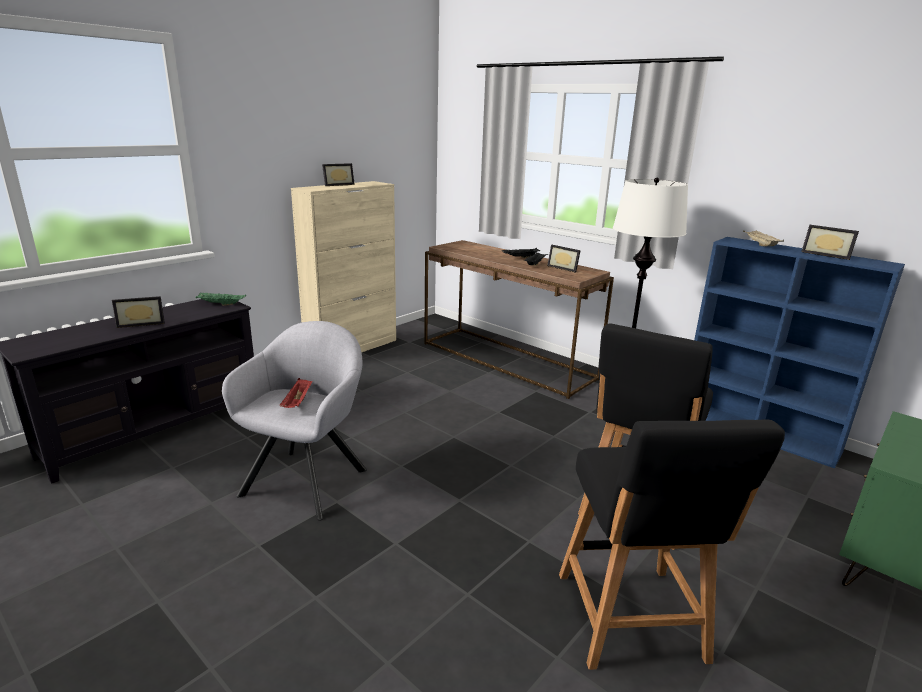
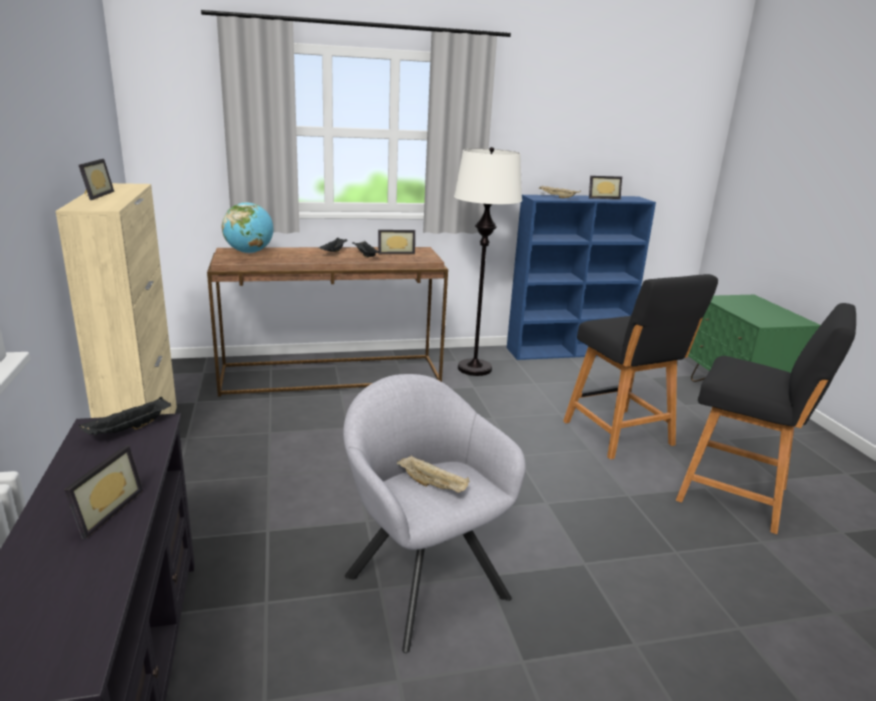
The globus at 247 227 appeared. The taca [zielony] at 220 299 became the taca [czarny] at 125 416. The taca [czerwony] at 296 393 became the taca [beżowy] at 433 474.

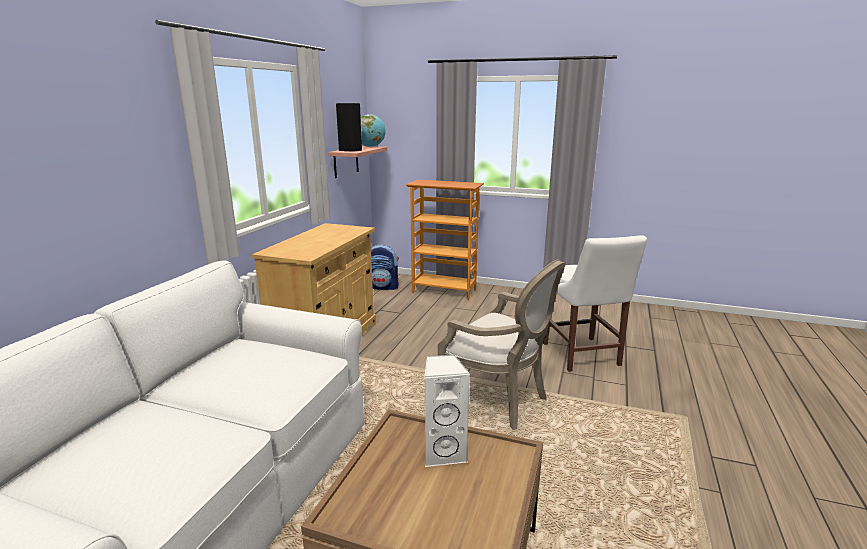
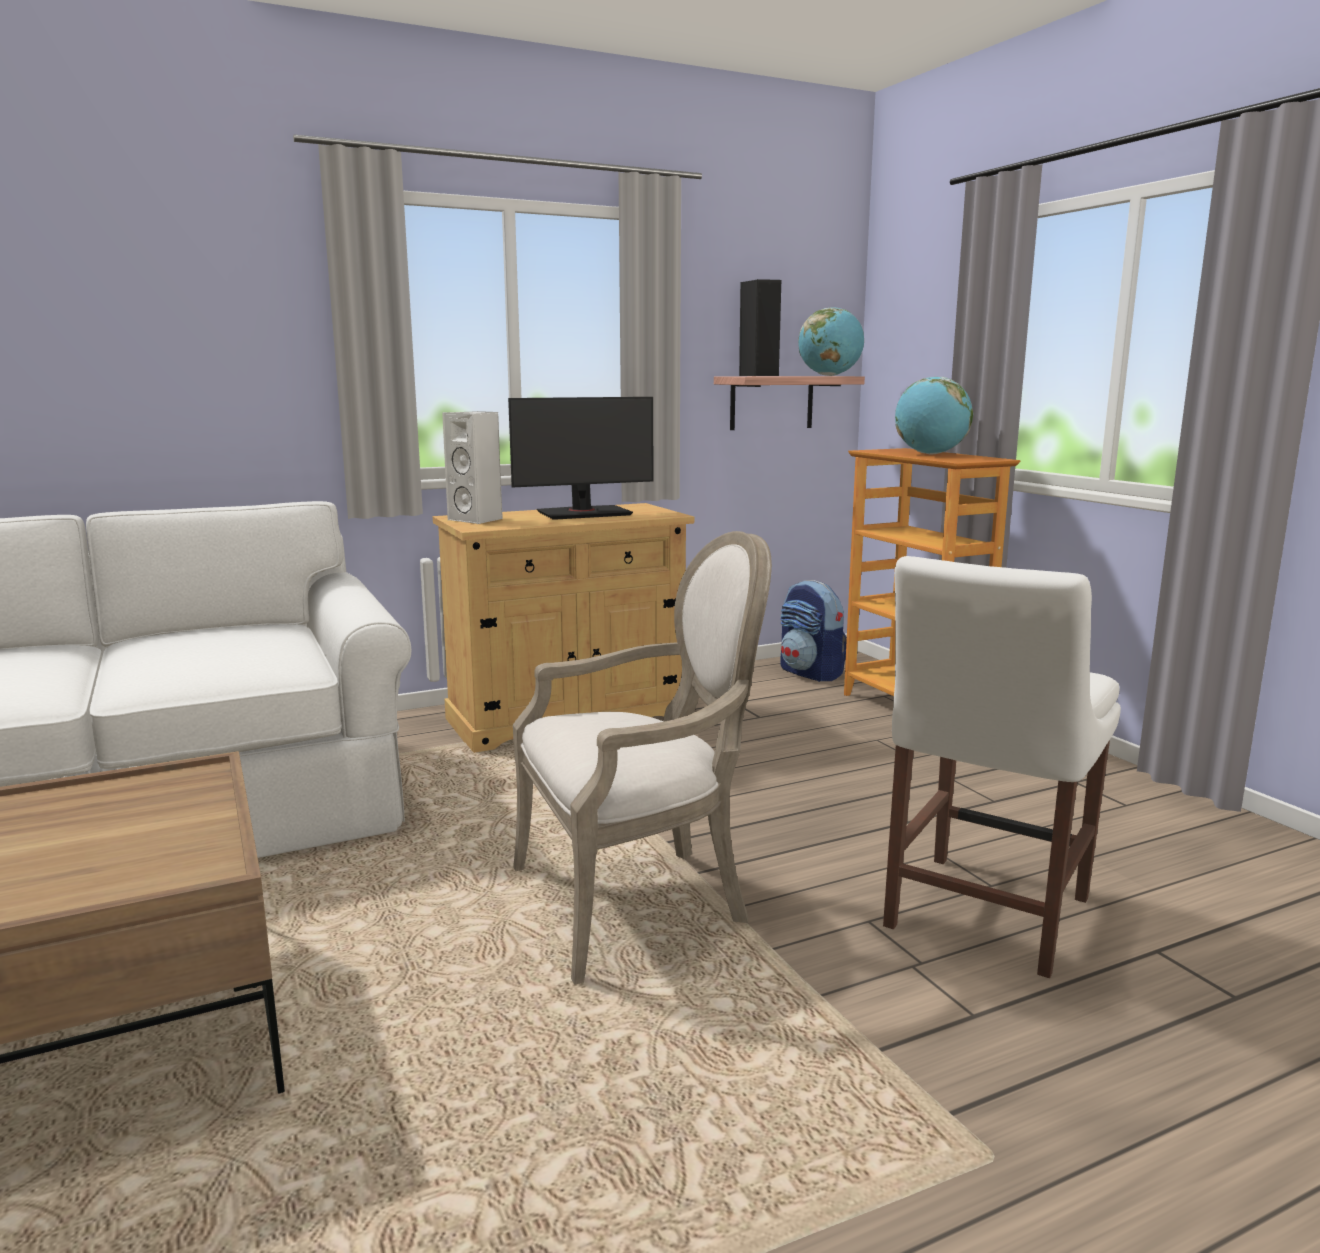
The monitor at 580 458 appeared. The globus at 934 415 appeared. The głośnik [biały] moved from 447 410 to 472 467. The fotel at 502 344 turned 105 degrees counterclockwise.

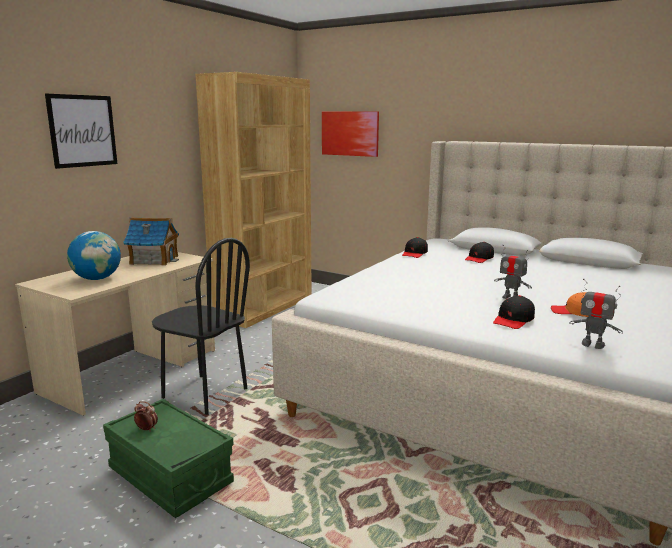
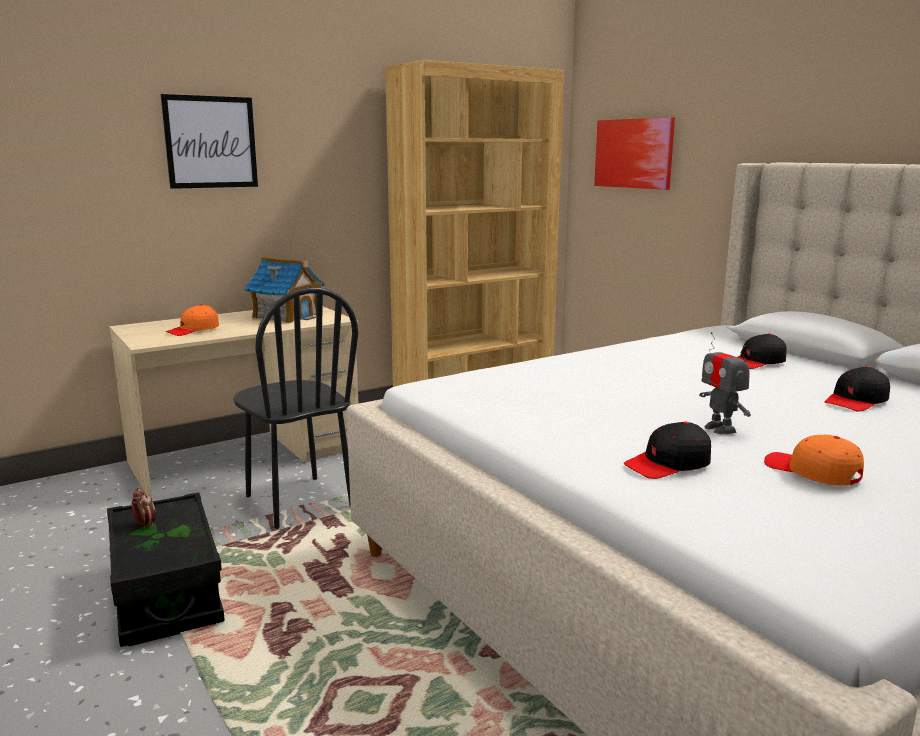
The robot zabawkowy at 596 314 disappeared. The czapka z daszkiem [czarny] moved from 415 247 to 857 389. The globus at 94 255 was replaced by the czapka z daszkiem [pomarańczowy] at 192 320. The pojemnik do przechowywania [zielony] at 168 458 became the pojemnik do przechowywania [czarny] at 166 570.

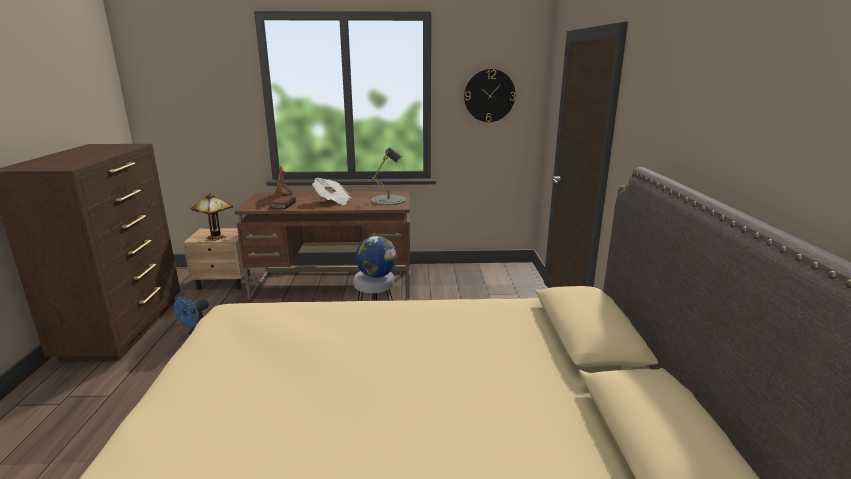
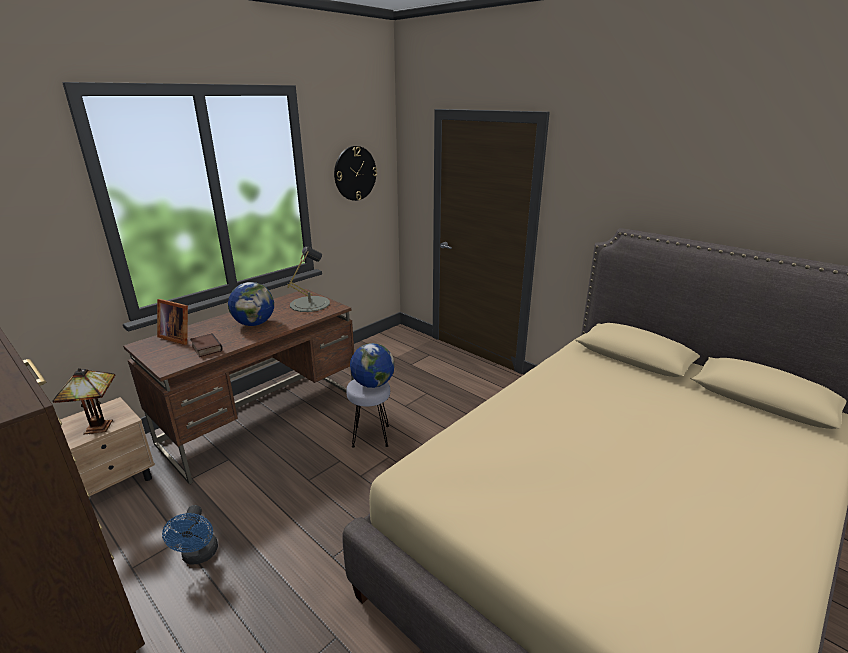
The gazeta at 331 191 was replaced by the globus at 251 304.

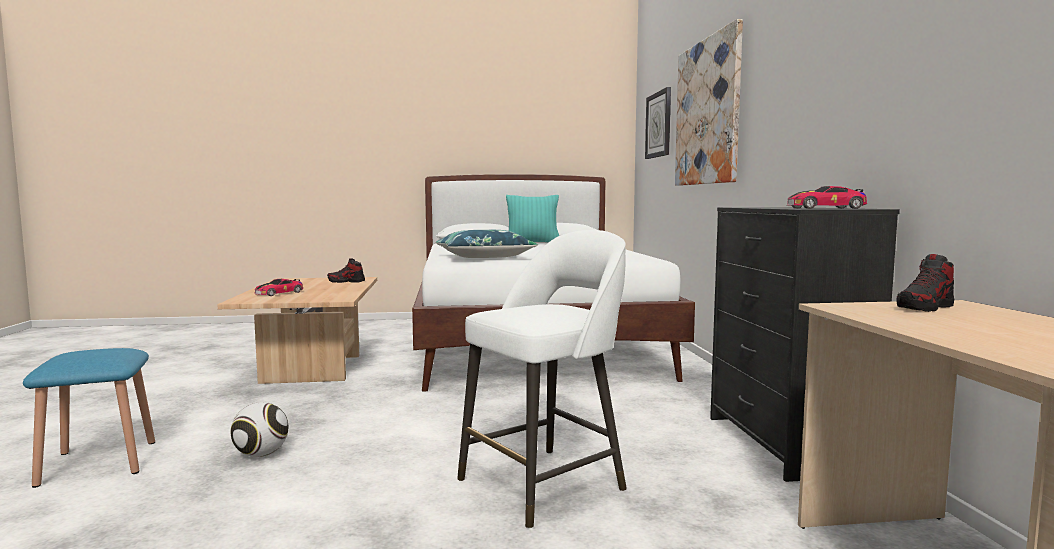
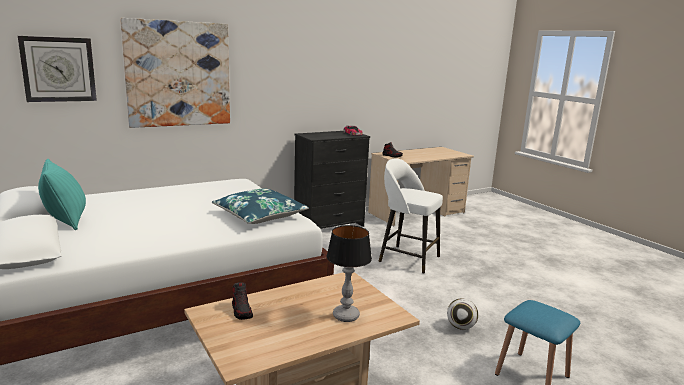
The samochodzik at 278 287 was replaced by the lampa stołowa at 349 273.

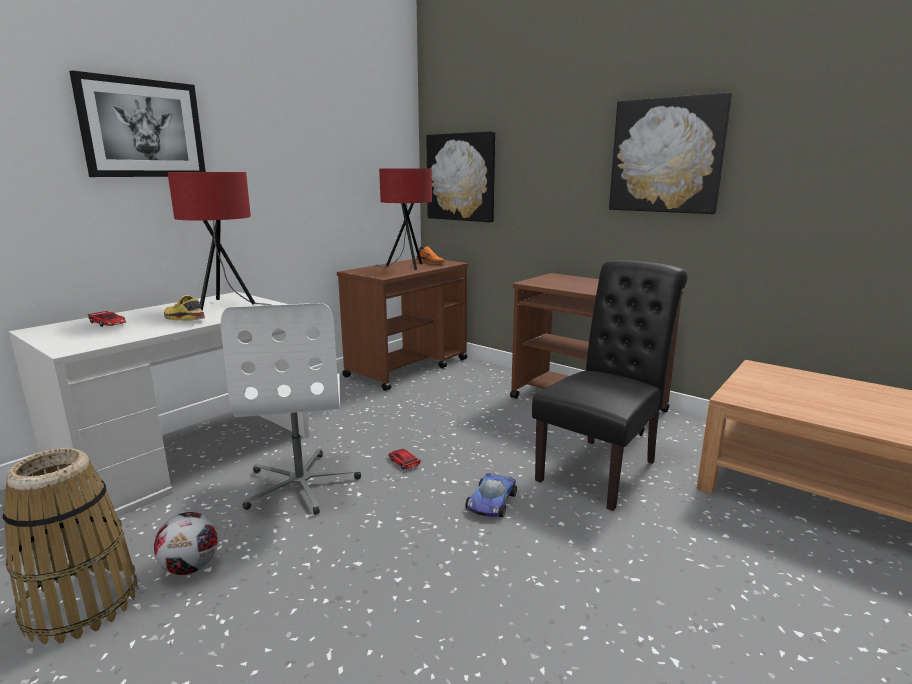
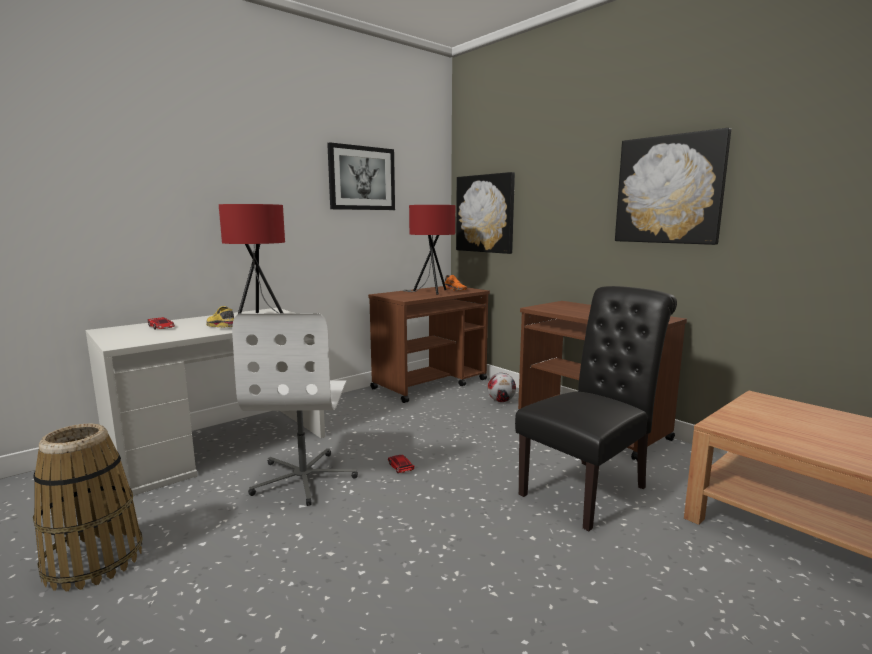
The samochodzik at 491 495 disappeared. The obraz moved from 137 123 to 361 176. The piłka futbolowa moved from 186 543 to 501 387.

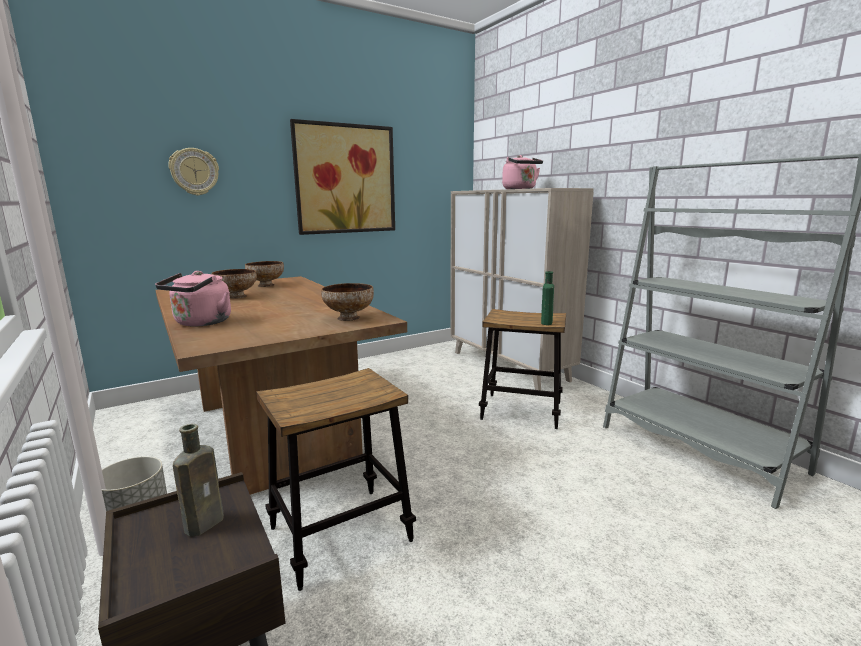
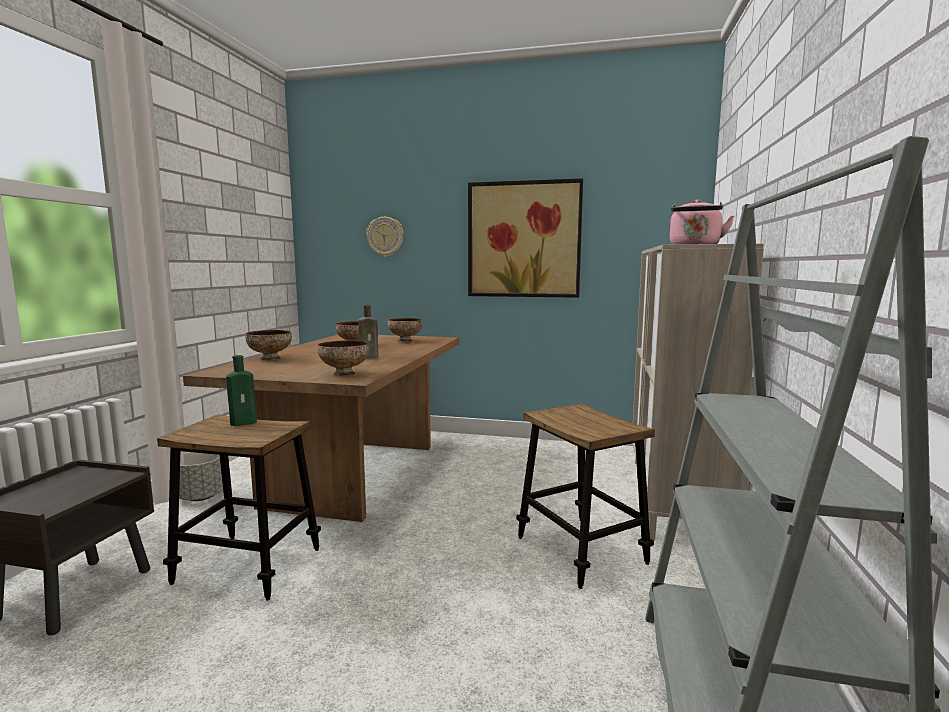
The butelka [brązowy] moved from 198 480 to 368 332. The butelka [zielony] moved from 547 298 to 241 390. The czajnik [różowy] at 193 298 was replaced by the miska at 268 345.

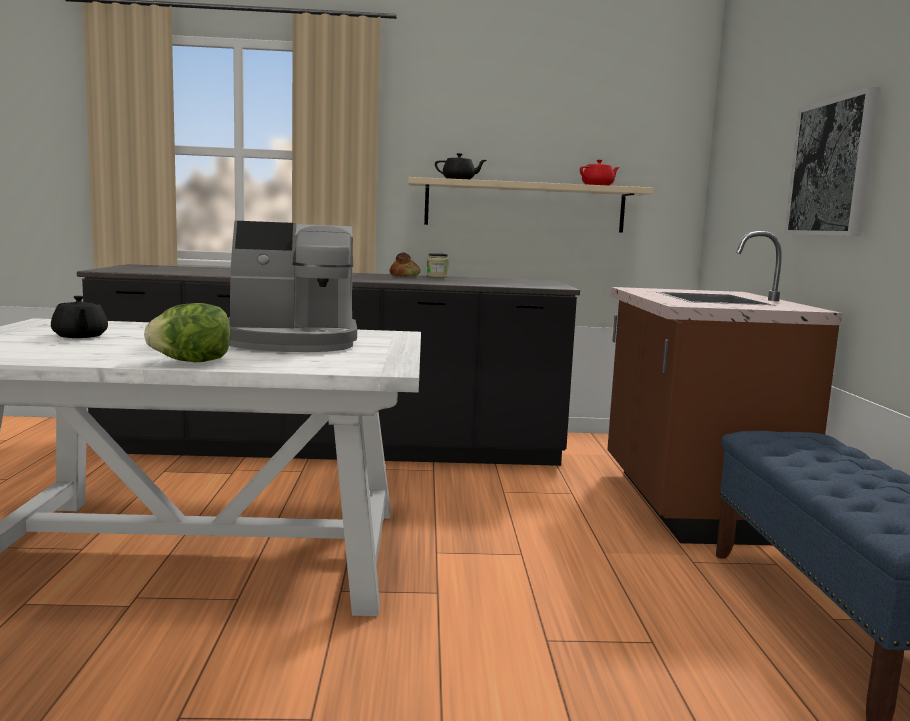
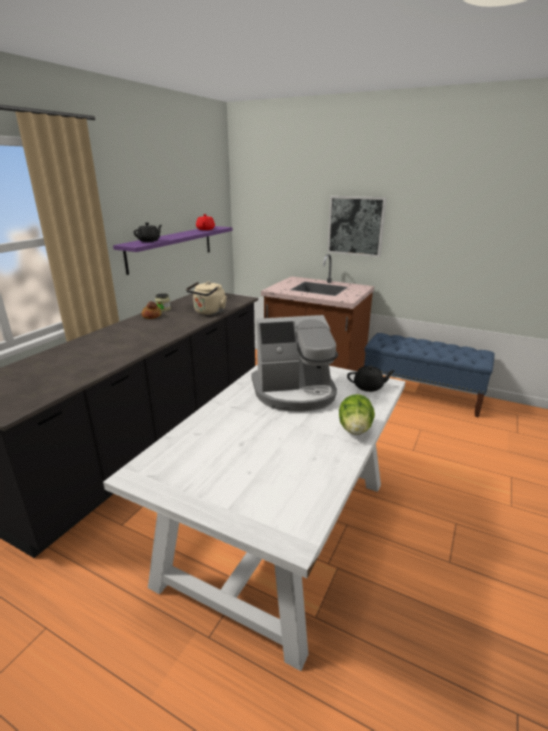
The czajnik [beżowy] at 206 298 appeared. The imbryk [czarny] moved from 79 317 to 371 378. The półka [beżowy] at 531 205 became the półka [fioletowy] at 173 250. The ekspres do kawy at 292 286 turned 60 degrees clockwise.

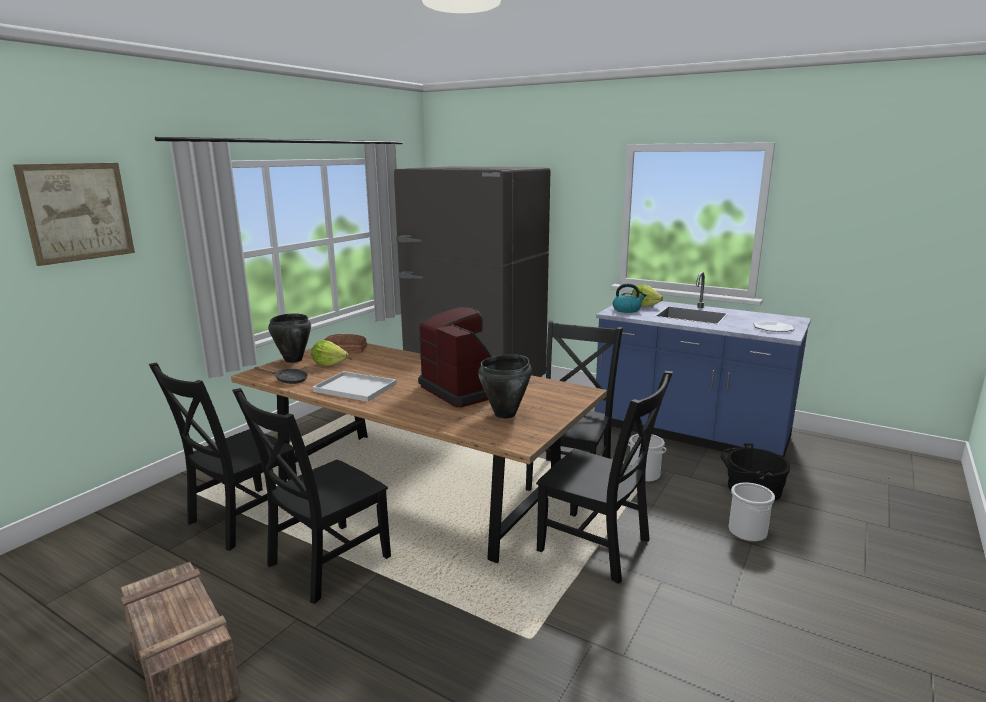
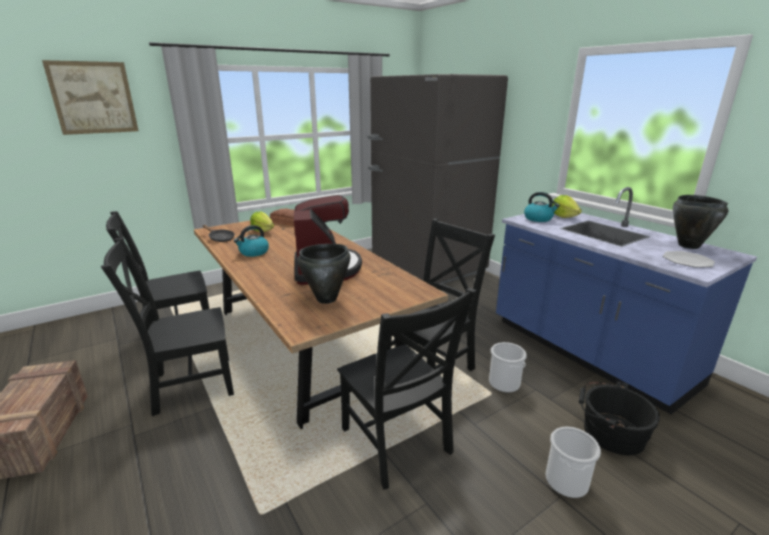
The garnek [czarny] moved from 289 338 to 700 222. The taca [biały] at 354 386 was replaced by the czajnik at 251 241.

